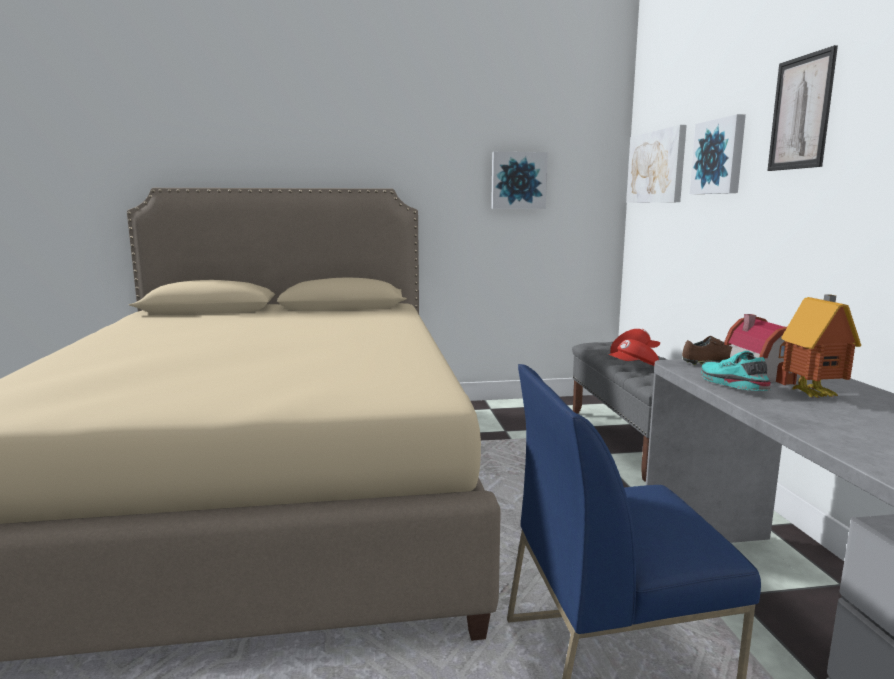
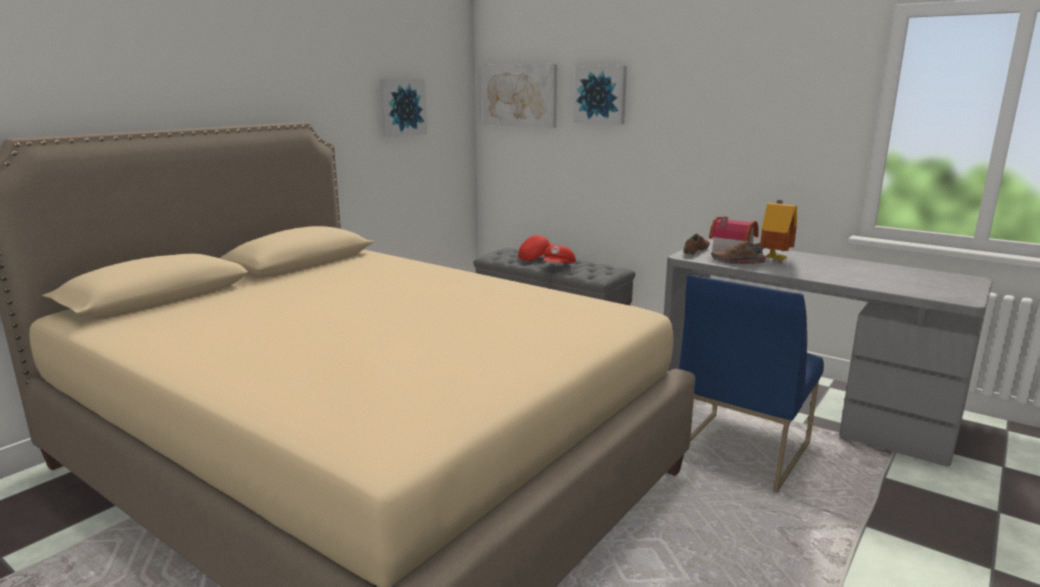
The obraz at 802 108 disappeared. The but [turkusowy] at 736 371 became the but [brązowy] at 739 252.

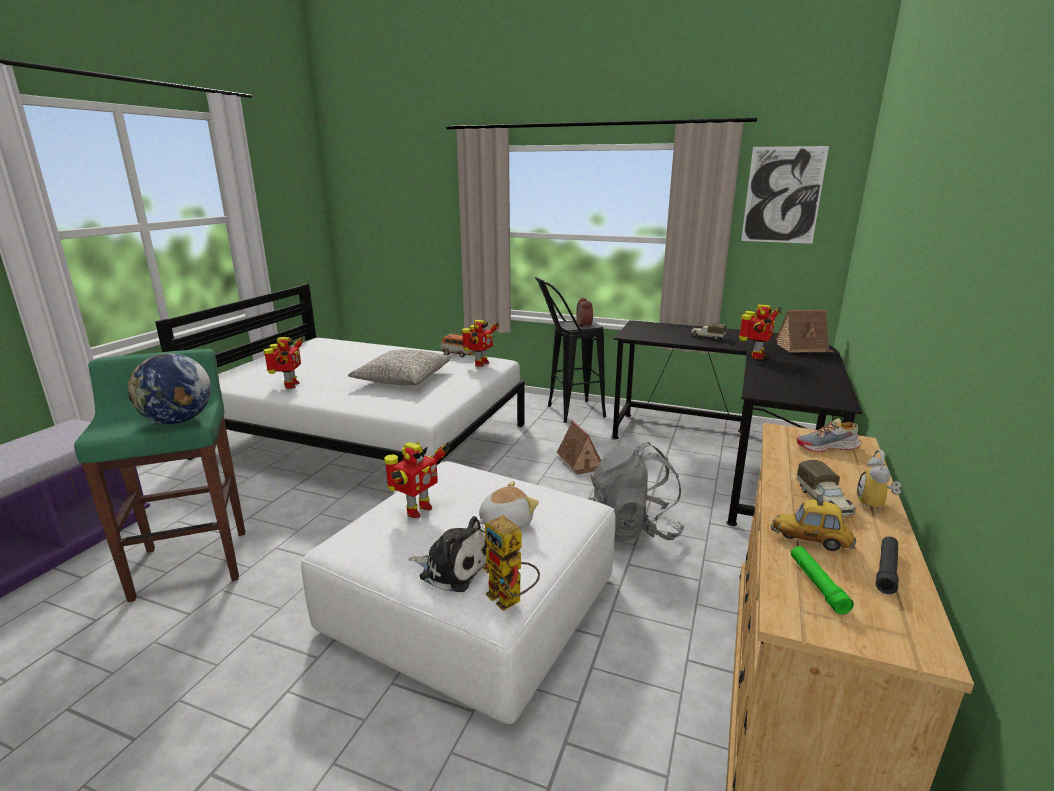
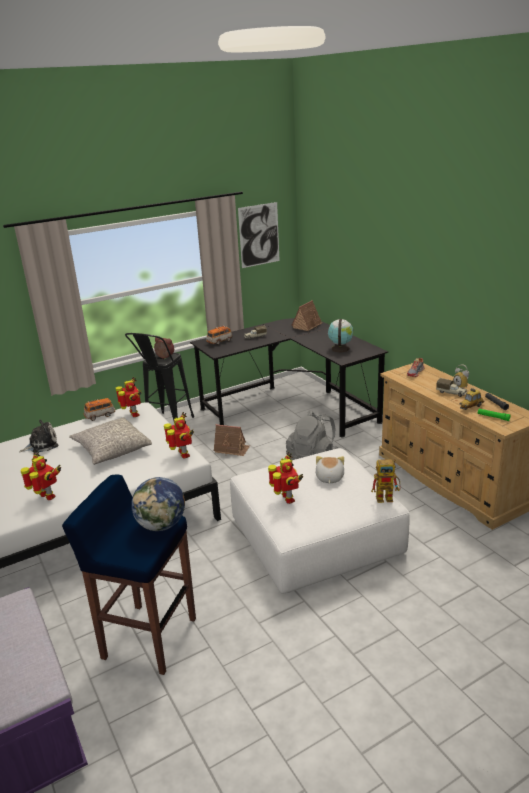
The samochodzik at 219 335 appeared. The globus at 340 336 appeared. The pluszak moved from 448 554 to 38 436. The robot zabawkowy moved from 760 332 to 179 435. The stołek [zielony] at 159 475 became the stołek [niebieski] at 129 574.

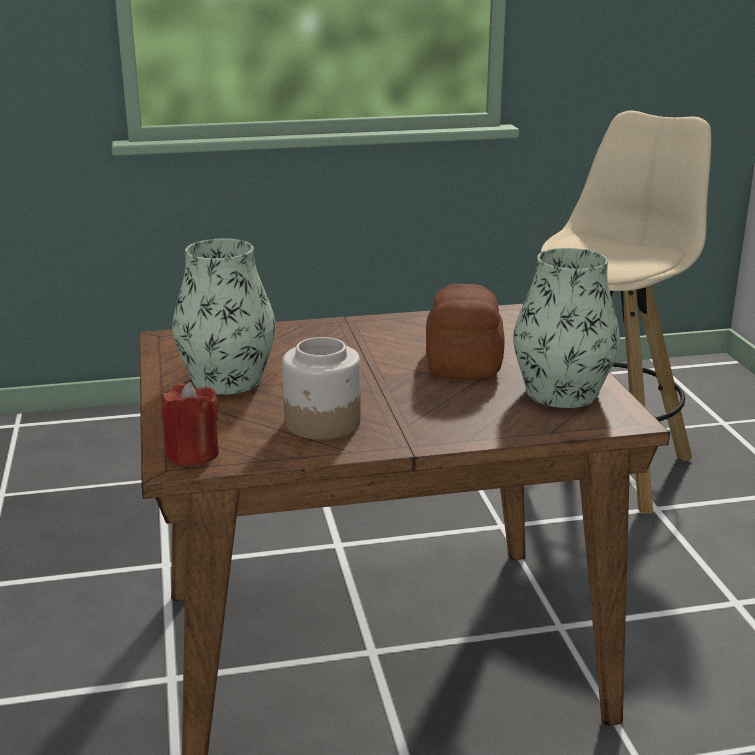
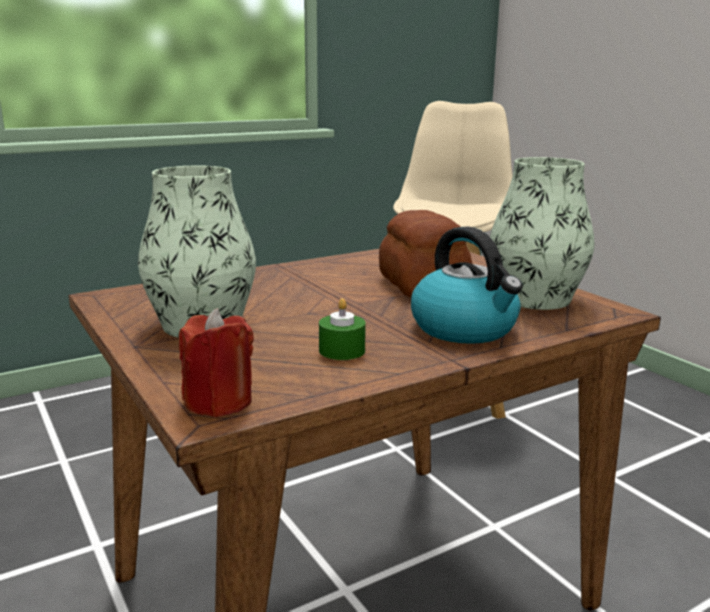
The czajnik at 467 285 appeared. The słoik at 321 388 was replaced by the świeca [zielony] at 342 329.

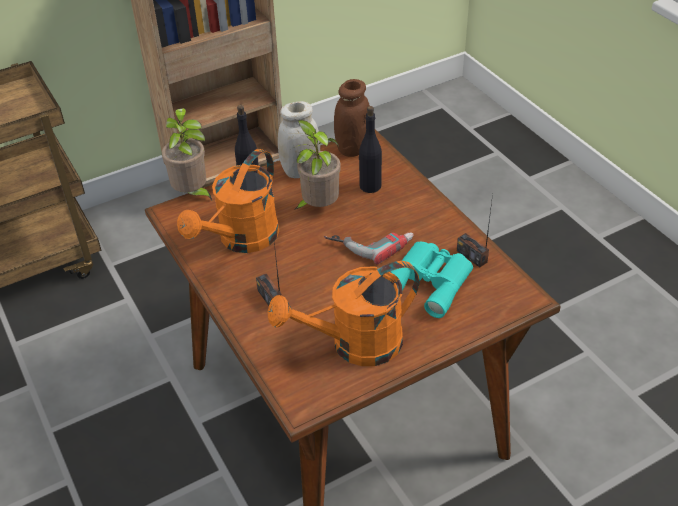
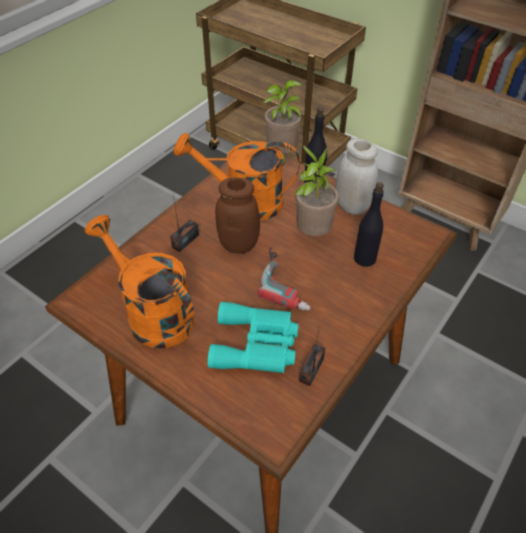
The słoik [brązowy] moved from 352 118 to 237 215.

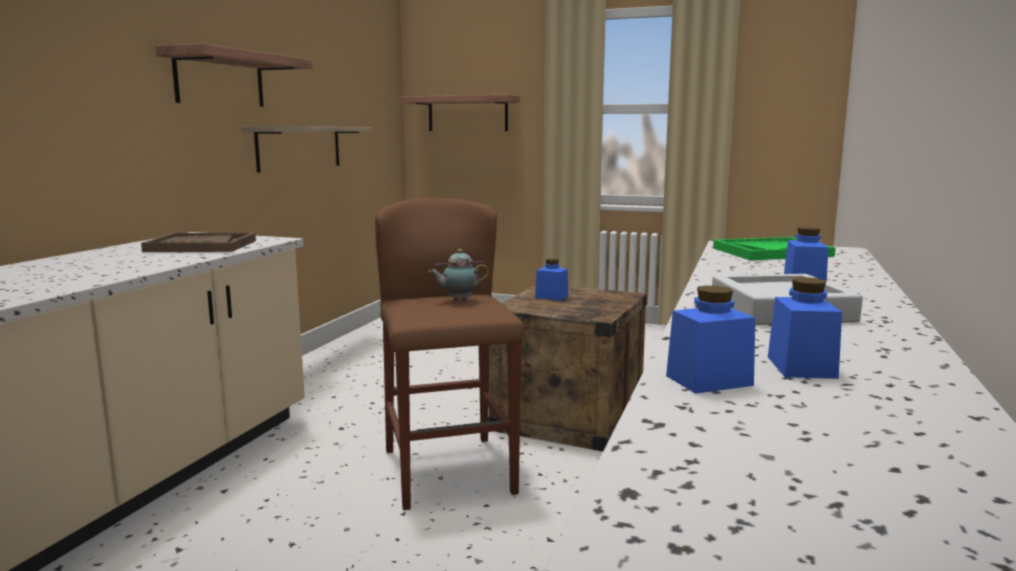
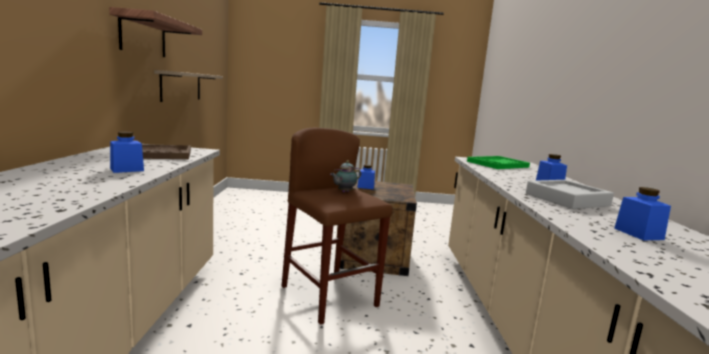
The półka at 460 113 disappeared. The słoik [niebieski] moved from 710 340 to 127 152.

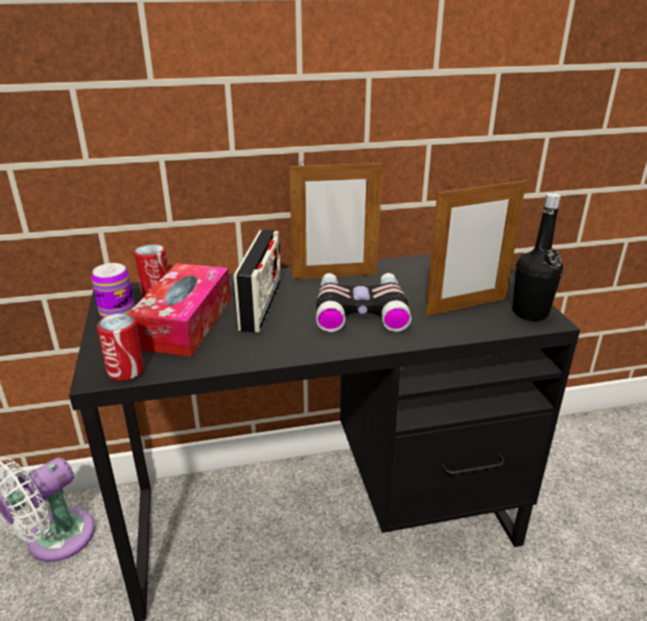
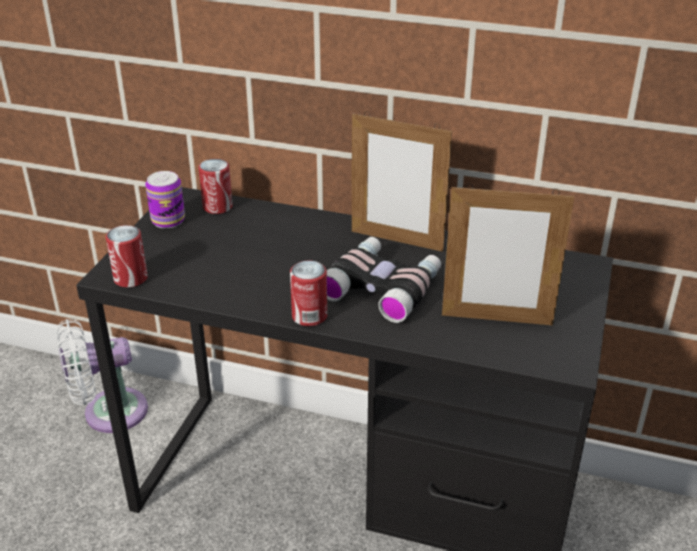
The pudełko chusteczek at 179 310 disappeared. The radio at 257 281 disappeared. The butelka [czarny] at 538 257 disappeared. The puszka at 308 293 appeared.

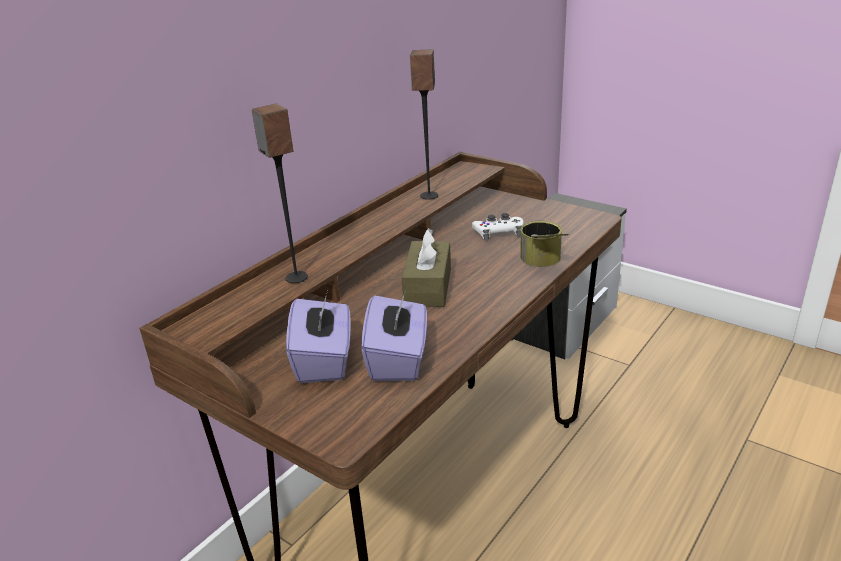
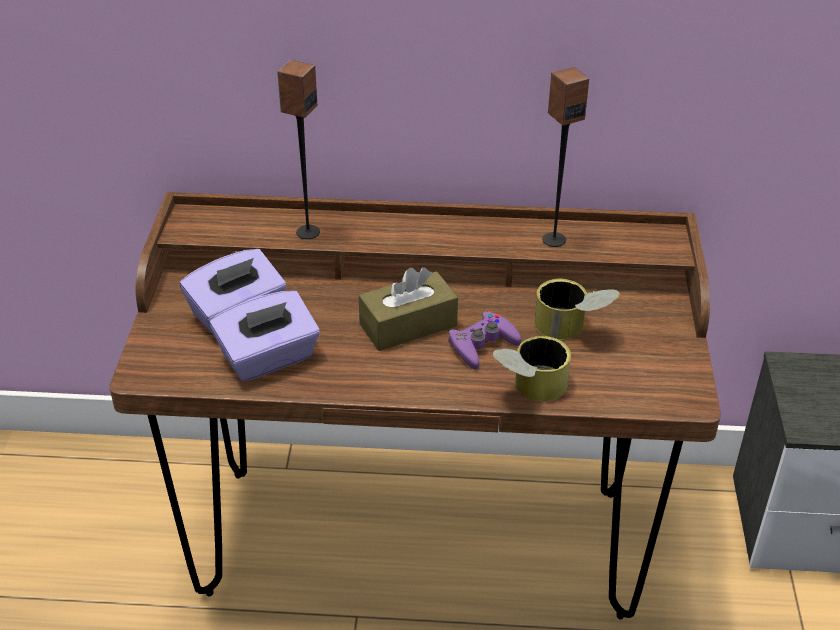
The pad do gier [fioletowy] at 484 340 appeared. The pad do gier [biały] at 498 226 was replaced by the puszka at 577 309.

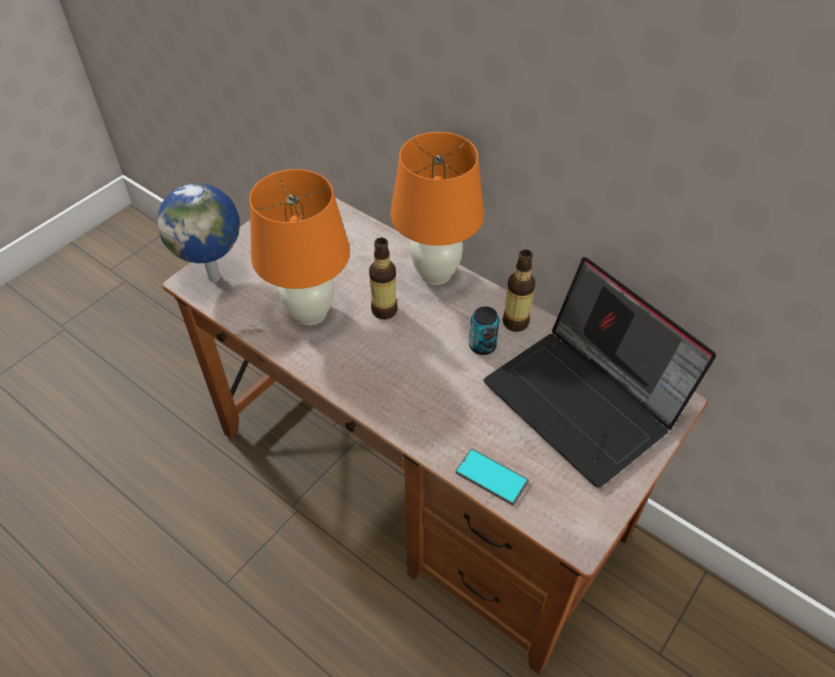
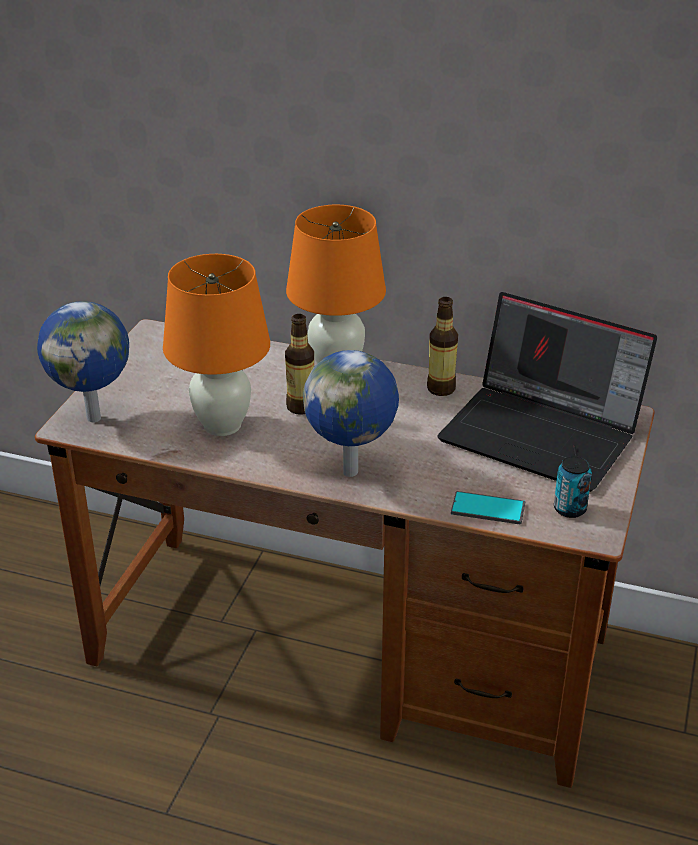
The globus at 351 413 appeared. The puszka moved from 484 330 to 573 487.

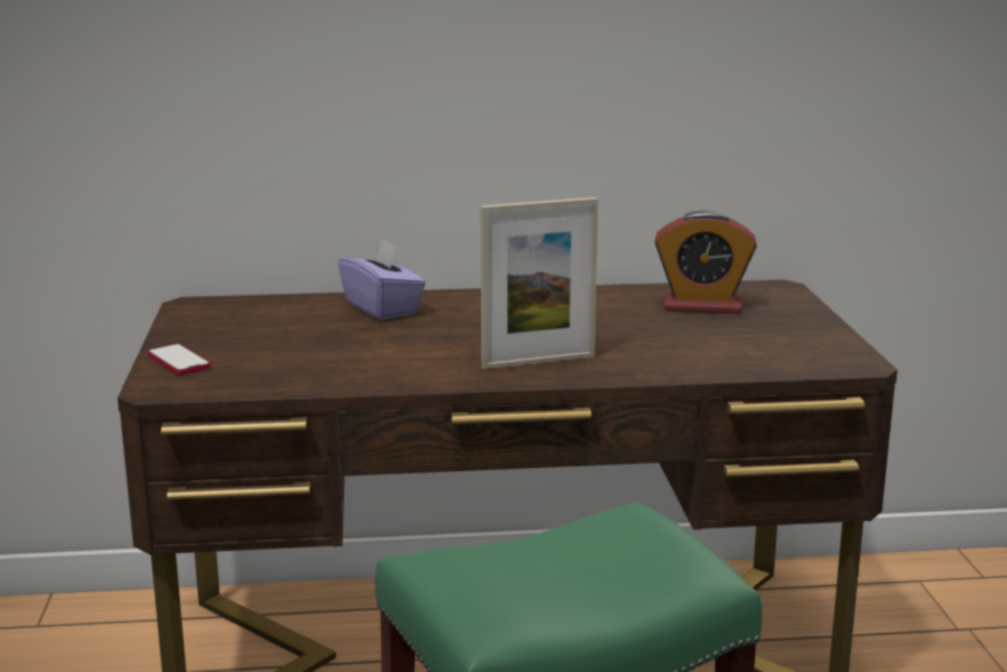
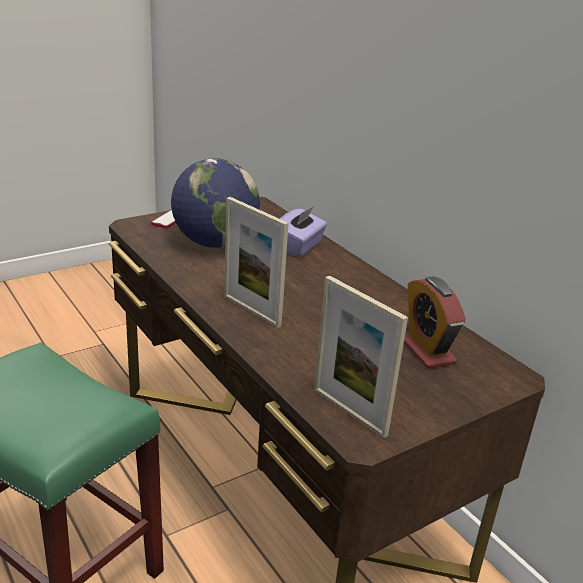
The globus at 215 203 appeared. The ramka na zdjęcie at 361 357 appeared.

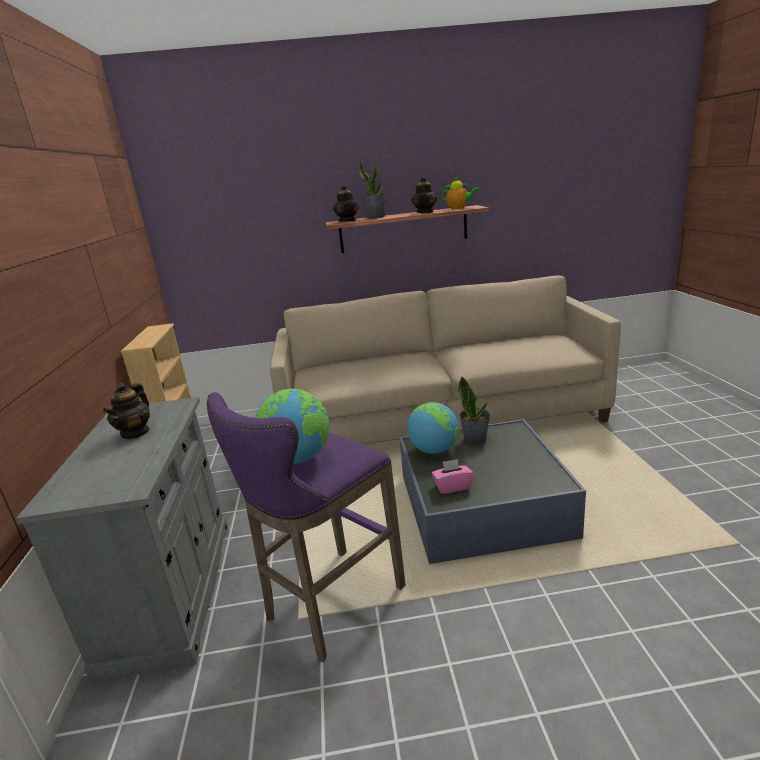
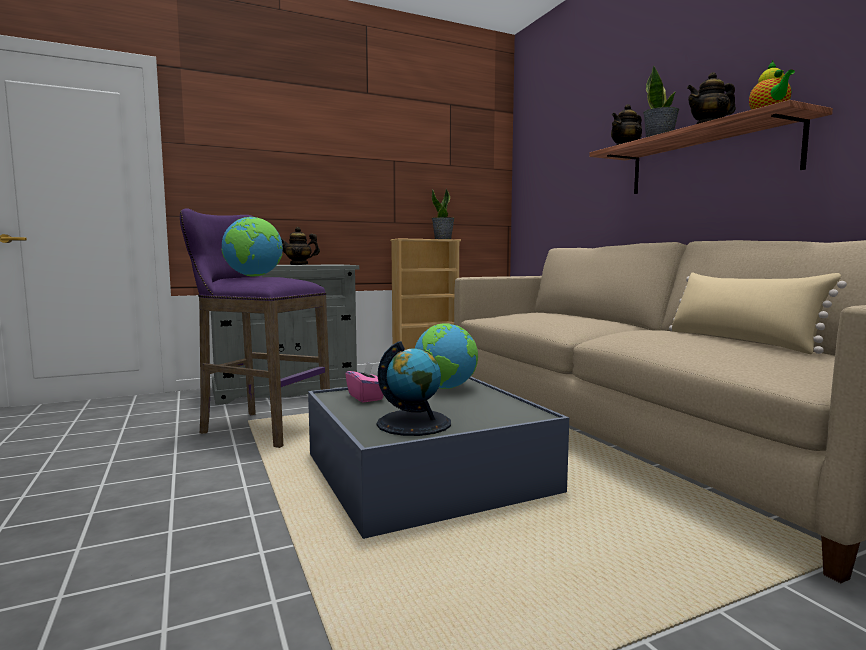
The globus at 414 388 appeared. The poduszka [beżowy] at 758 313 appeared. The roślina doniczkowa moved from 474 411 to 443 213.

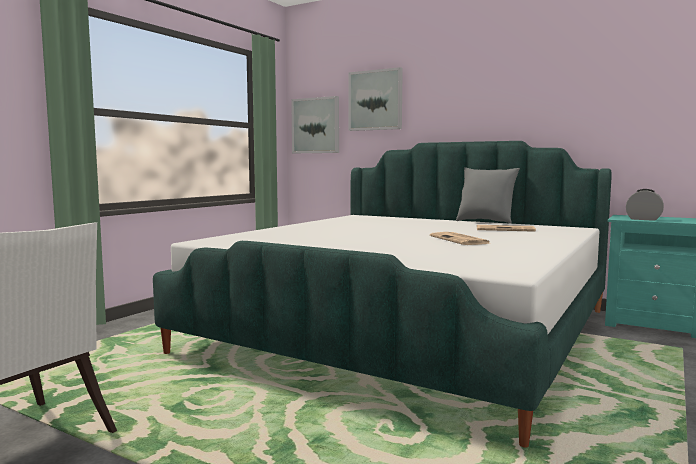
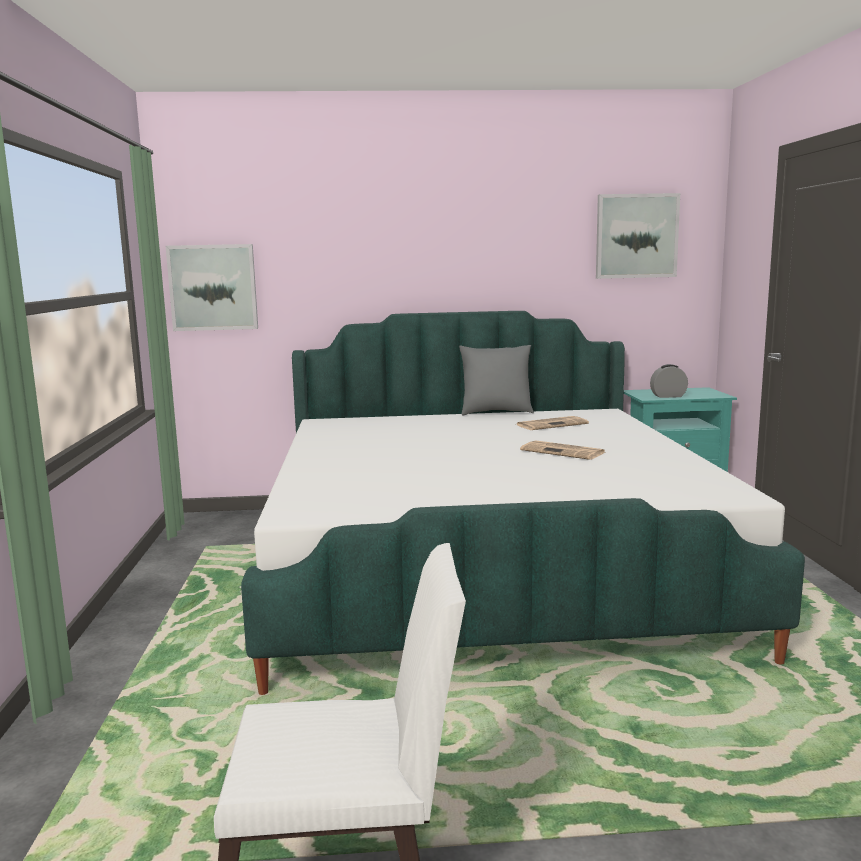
The obraz moved from 376 99 to 638 236.

